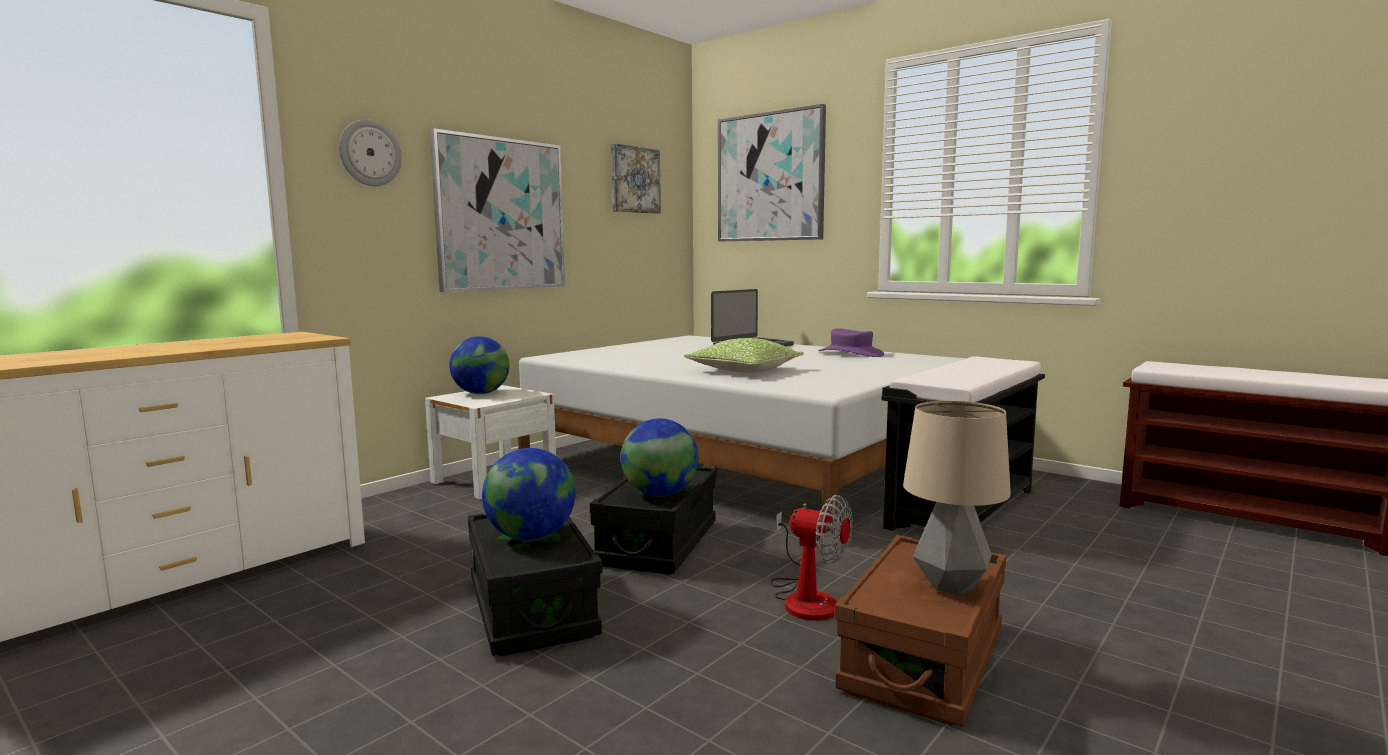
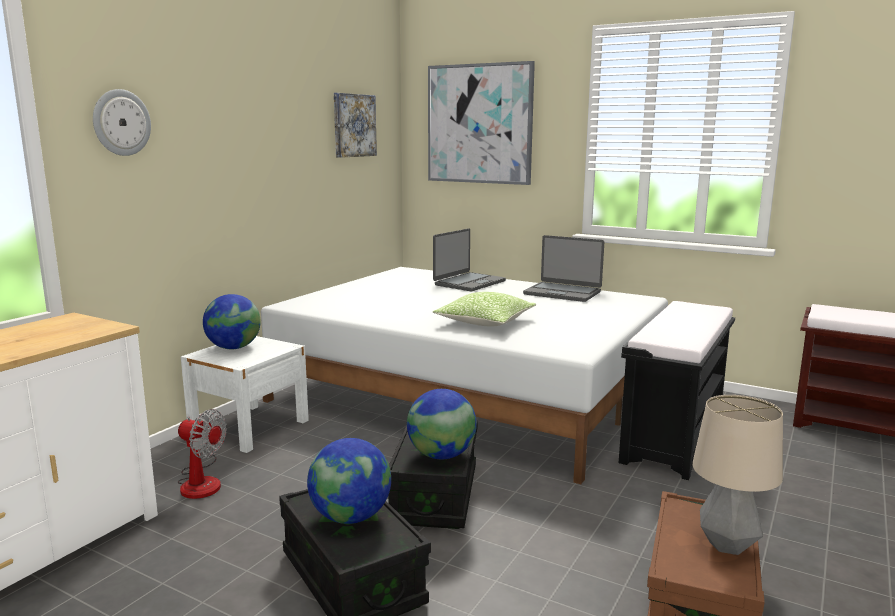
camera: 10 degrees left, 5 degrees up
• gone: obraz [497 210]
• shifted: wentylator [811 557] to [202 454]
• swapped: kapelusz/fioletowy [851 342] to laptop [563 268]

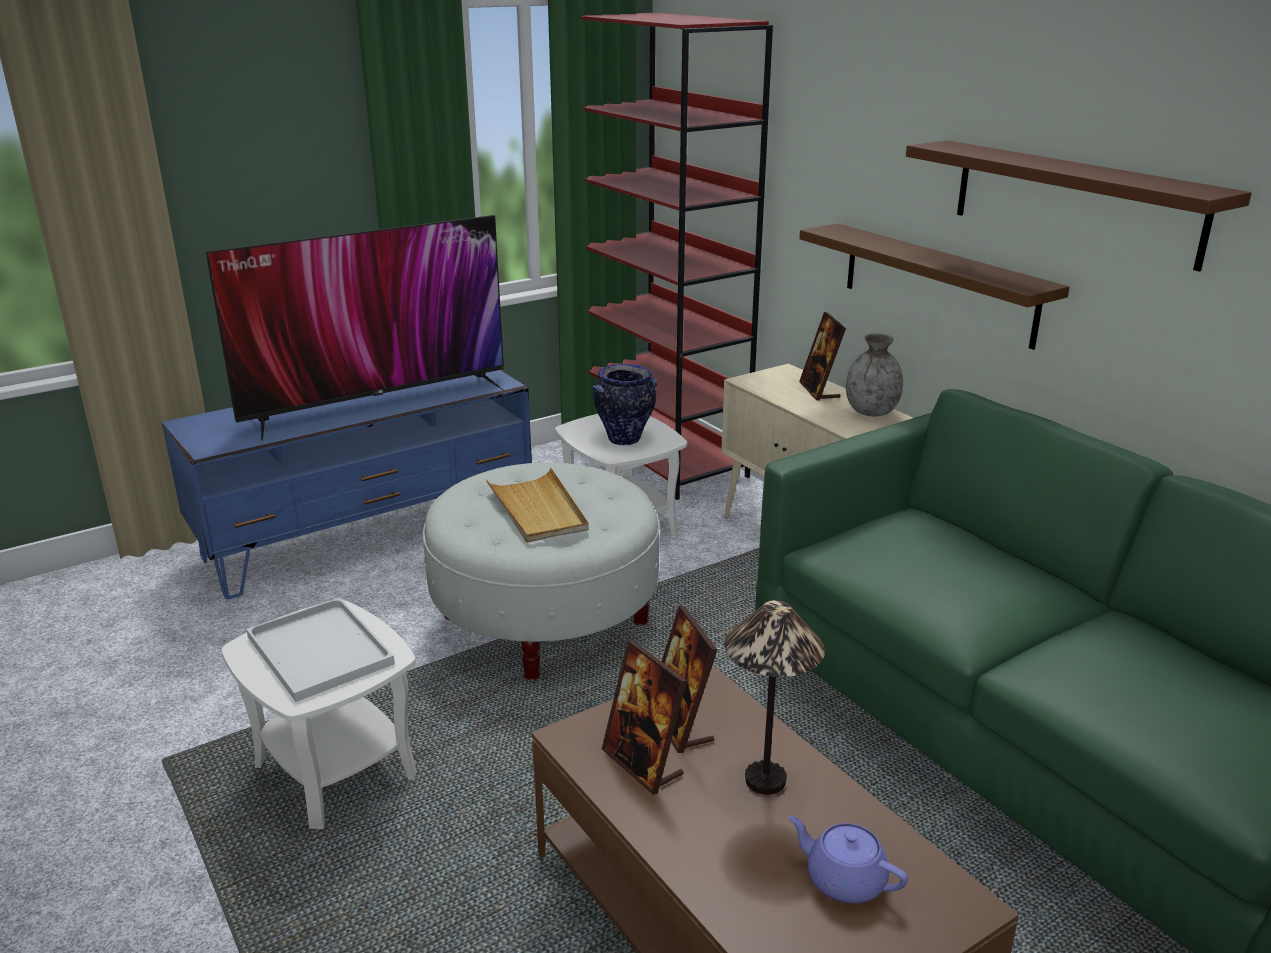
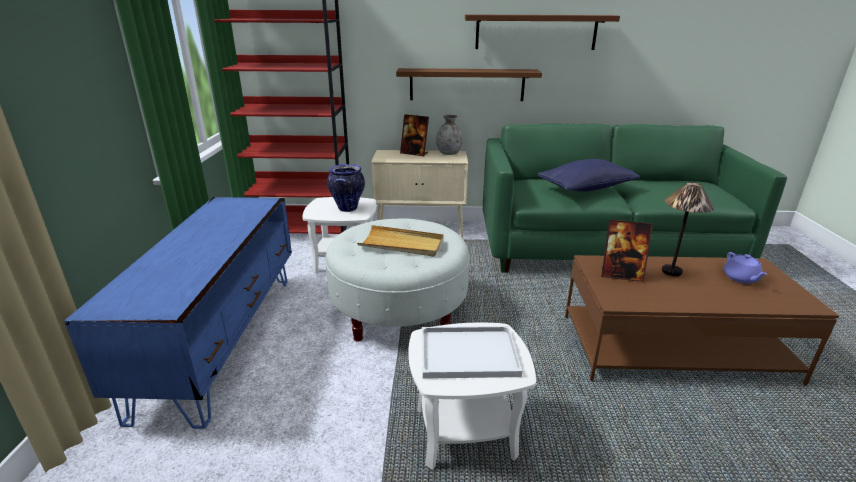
camera: 55 degrees left, 0 degrees up
• gone: telewizor [355 328]
• gone: ramka na zdjęcie [644 717]
• new: poduszka/niebieski [588 175]
• rotated: imbryk/fioletowy [848 859] = [745 268] 75 degrees counterclockwise

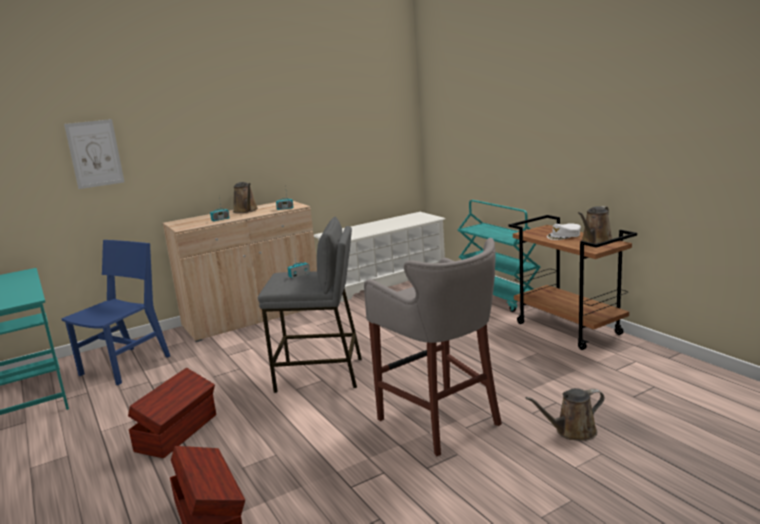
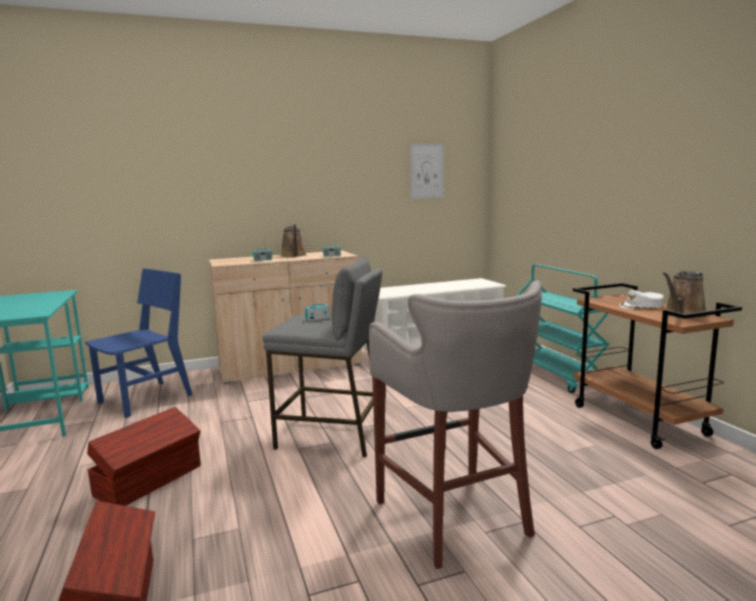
camera: 10 degrees right, 5 degrees down
• gone: konewka/brązowy [565 414]
• shifted: obraz [94 154] to [427 171]

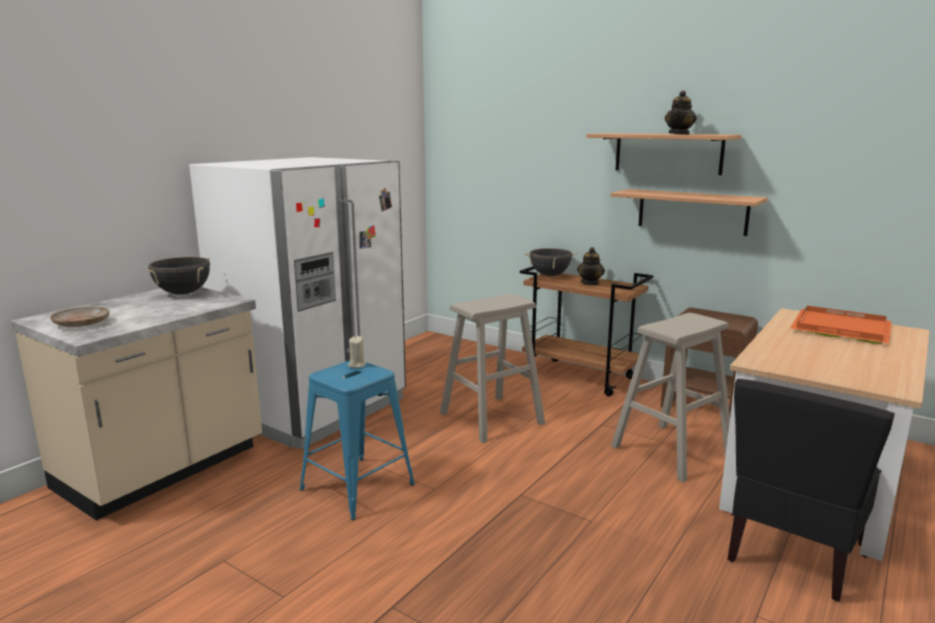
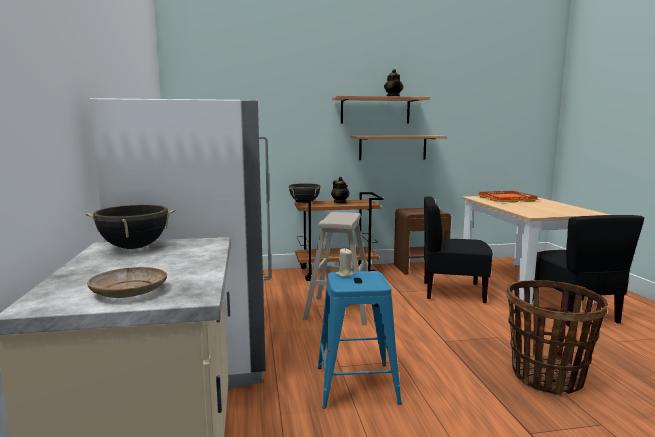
camera: 45 degrees left, 5 degrees down
• new: koszyk [557 338]
• swapped: stołek/beżowy [670 397] to krzesło/czarny [458 249]

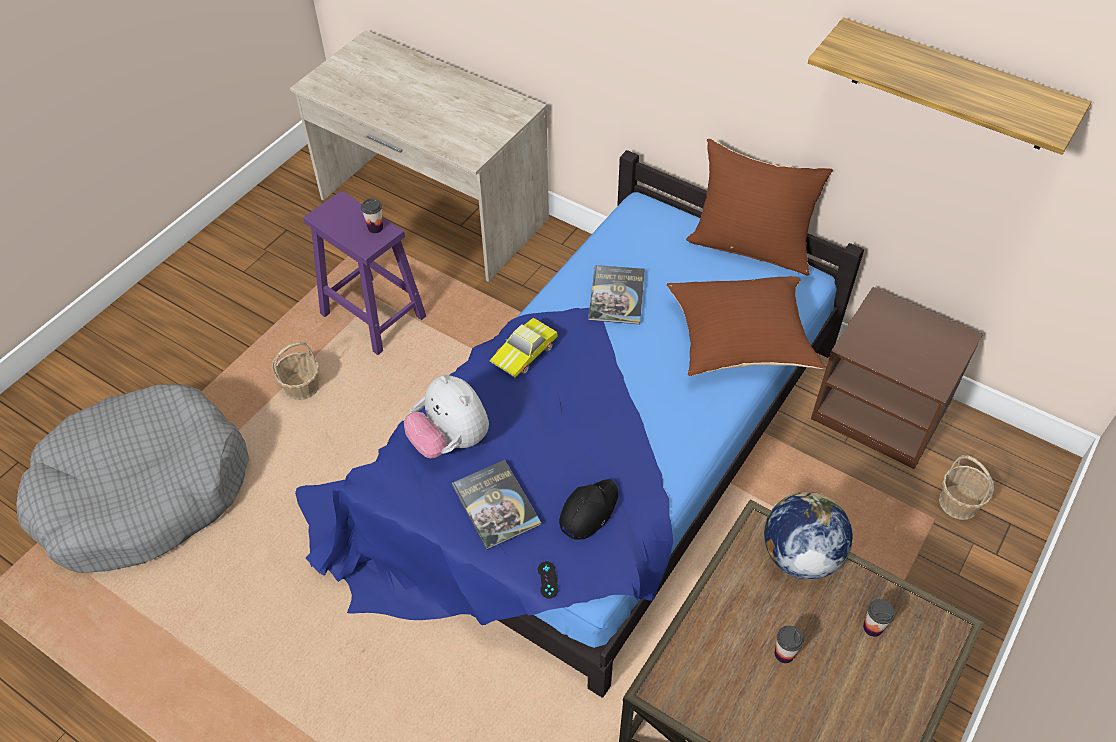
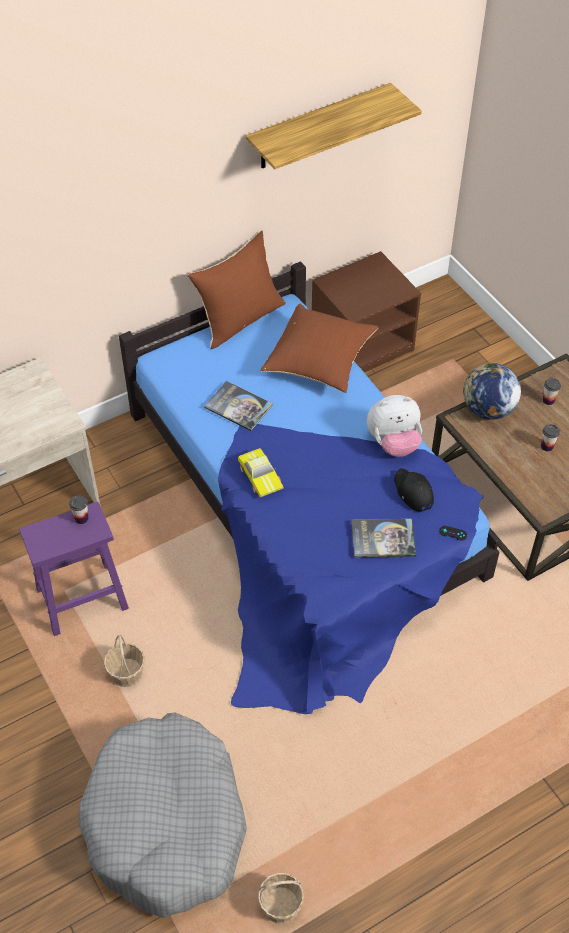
camera: 65 degrees left, 0 degrees up
• shifted: pluszak [446 416] to [394 426]
• shifted: koszyk [966 487] to [281 898]

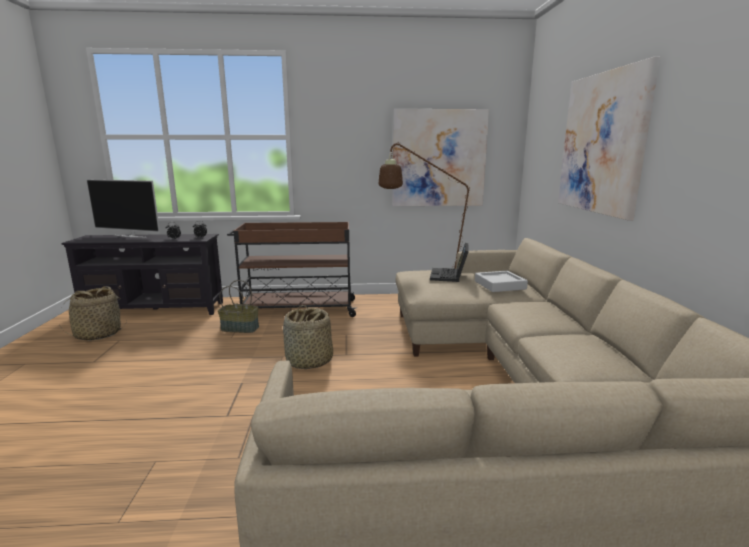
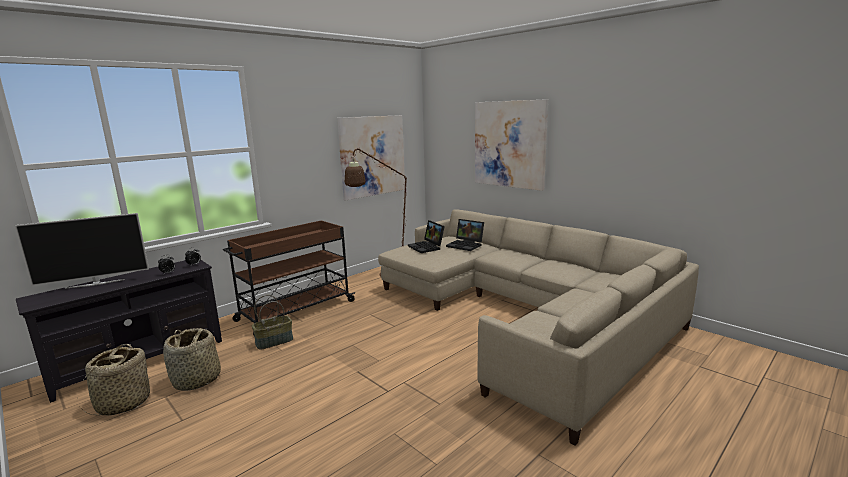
camera: 40 degrees left, 0 degrees up
• shifted: koszyk [308 337] to [192 359]
• swapped: taca/szary [501 281] to laptop [465 235]

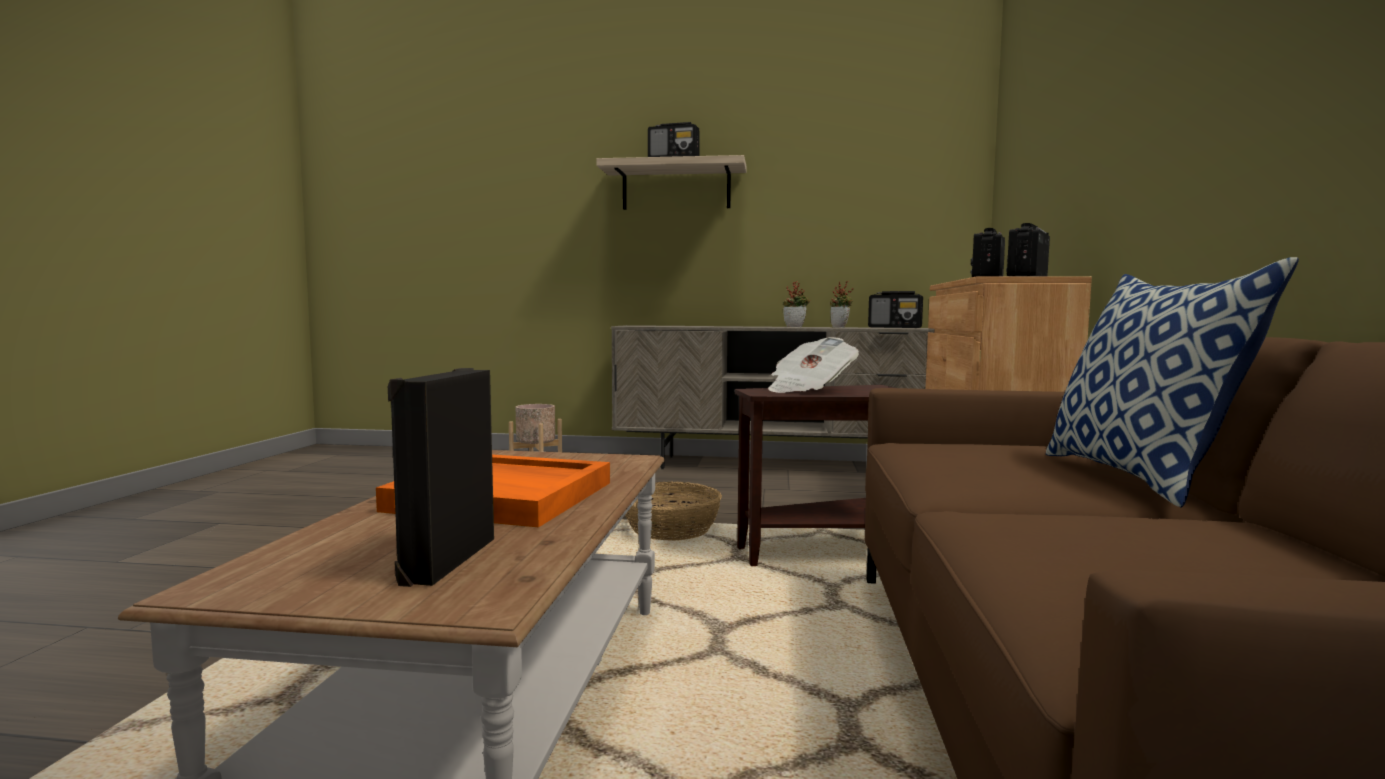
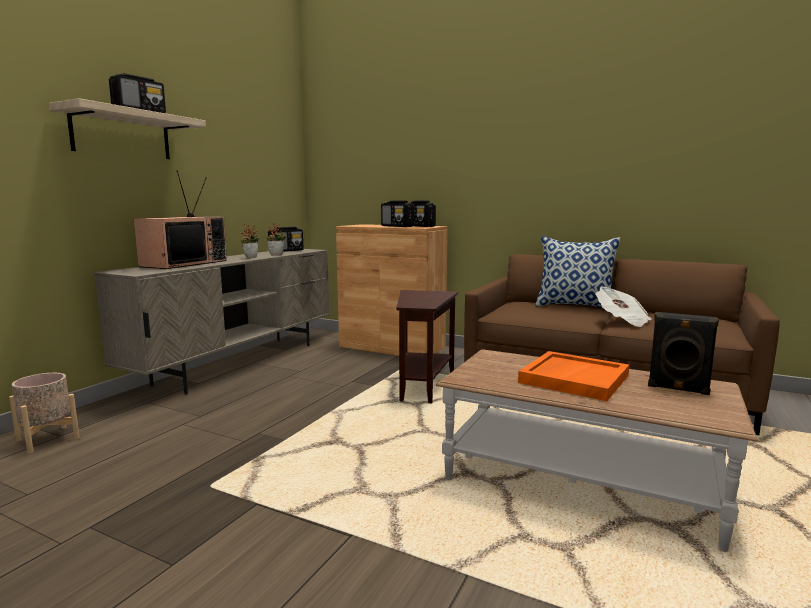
camera: 70 degrees left, 5 degrees up
• gone: koszyk [673 511]
• new: telewizor [180 219]
• shifted: gazeta [813 365] to [623 307]

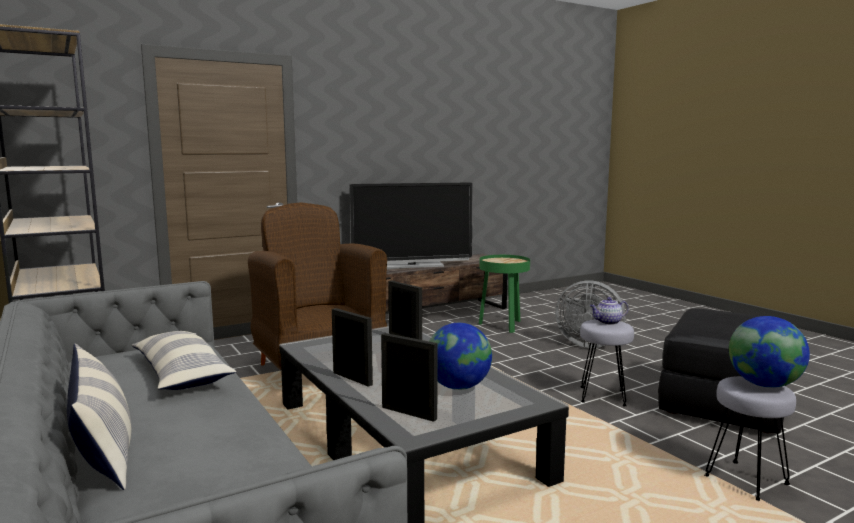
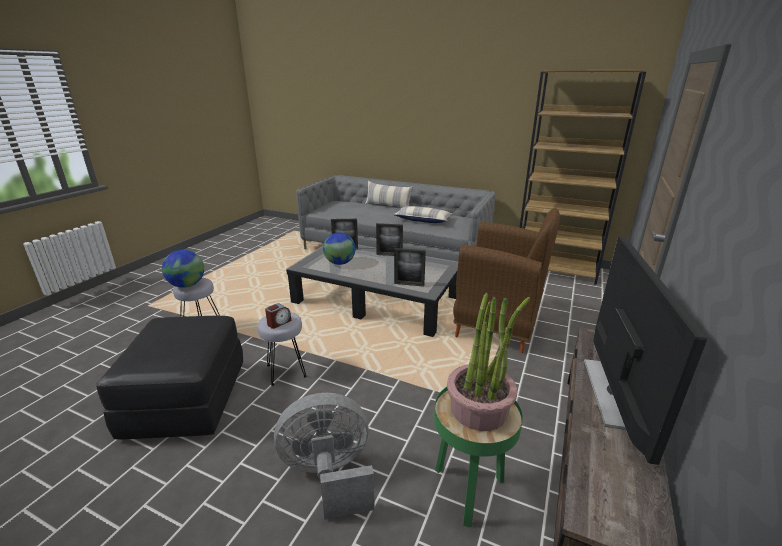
camera: 145 degrees right, 15 degrees up
• new: roślina doniczkowa [488 362]
• swapped: imbryk [609 311] to budzik [278 316]
• rotated: telewizor [411 225] = [645 351] 150 degrees clockwise

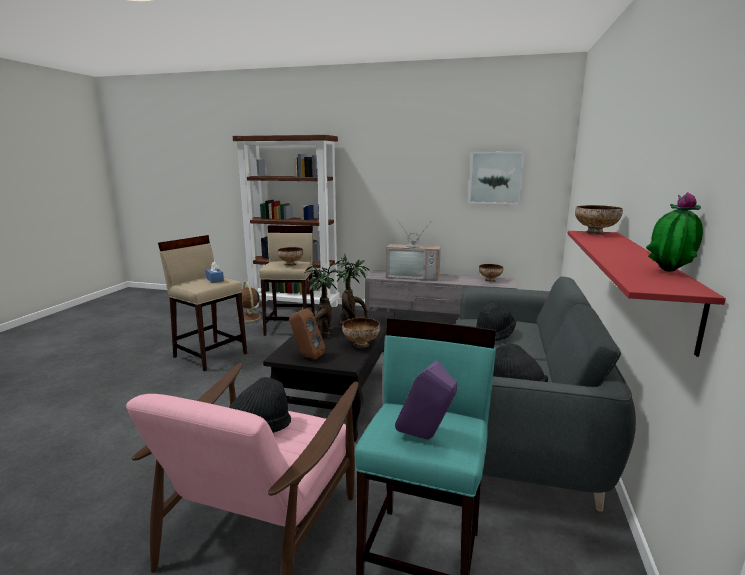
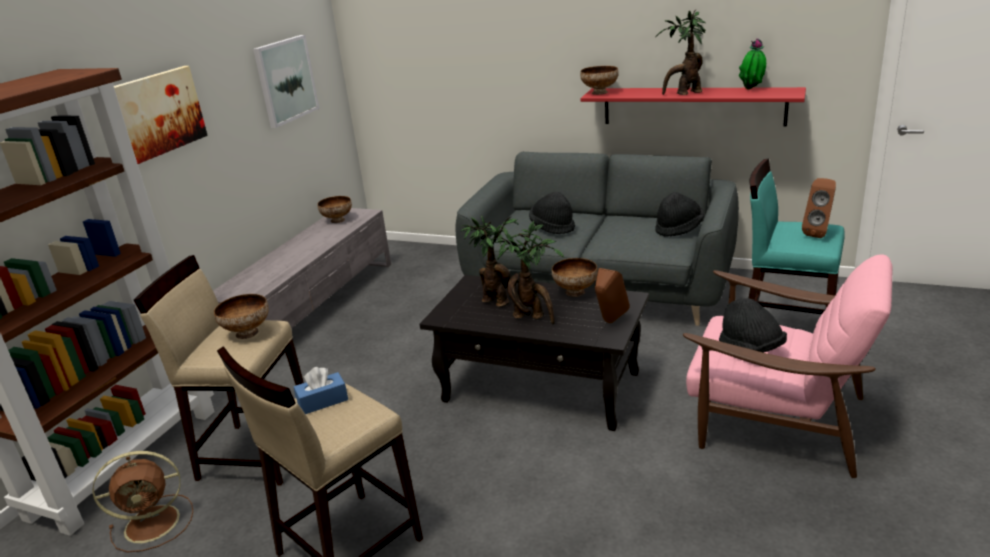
camera: 80 degrees left, 10 degrees up
• gone: telewizor [413 251]
• new: obraz [161 115]
• new: roślina doniczkowa [681 52]
• repainted: głośnik/fioletowy [426 400] to głośnik/brązowy [819 208]

